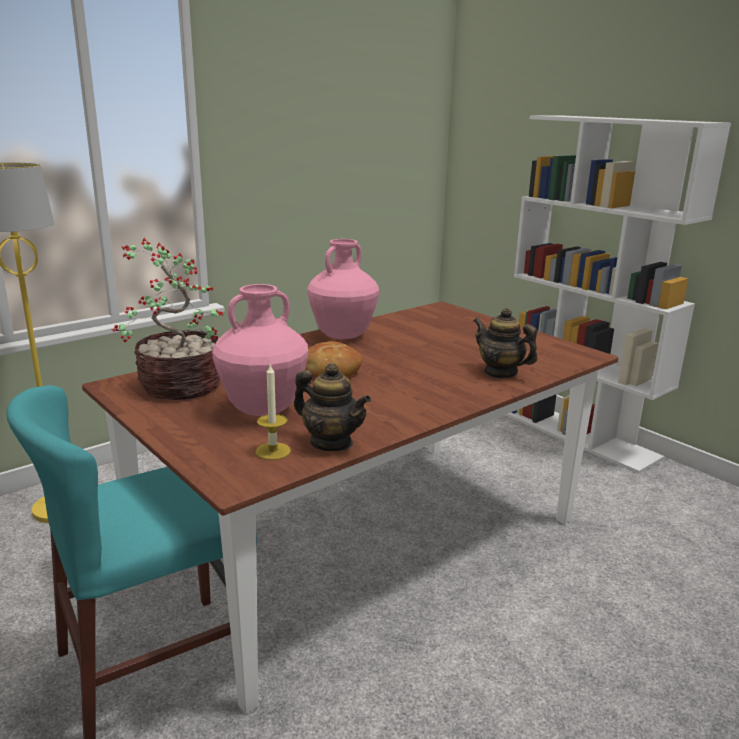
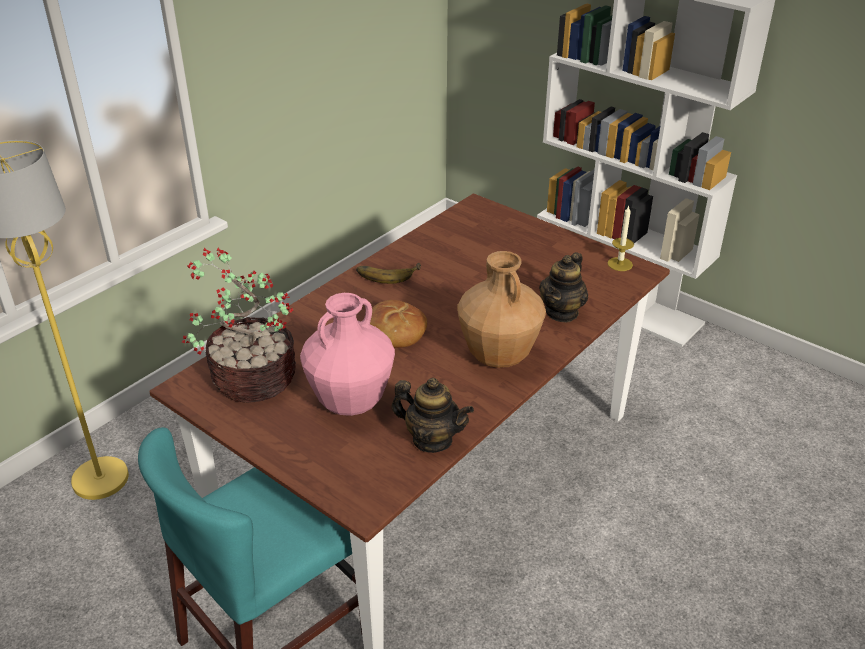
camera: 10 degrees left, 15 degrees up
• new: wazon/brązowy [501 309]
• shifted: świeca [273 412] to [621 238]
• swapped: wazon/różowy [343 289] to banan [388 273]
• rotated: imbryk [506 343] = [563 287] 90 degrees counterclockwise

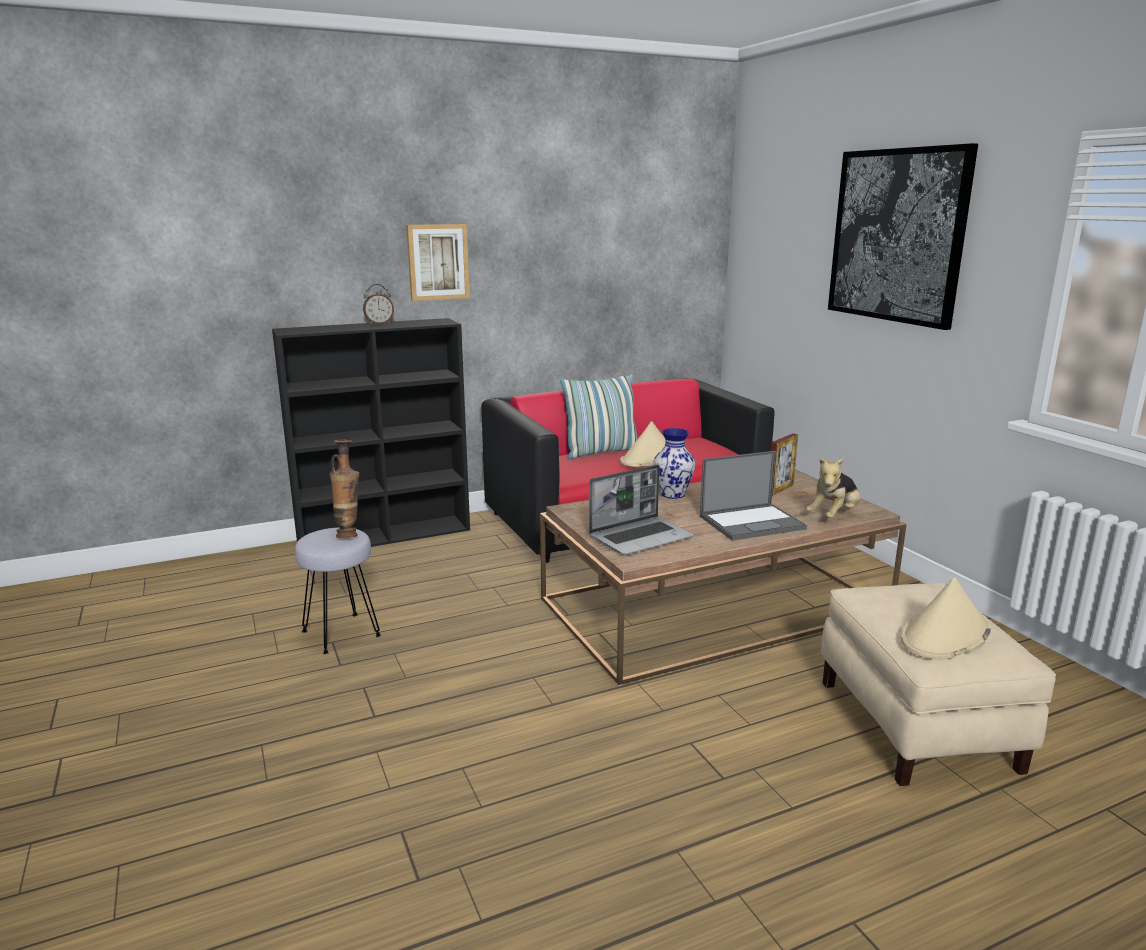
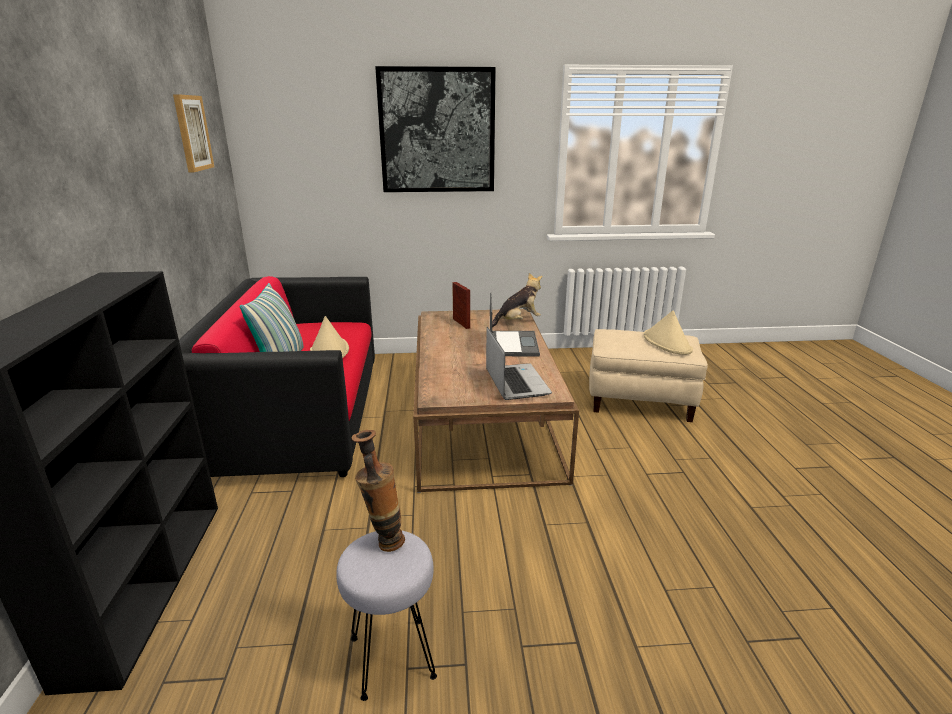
camera: 70 degrees left, 5 degrees up
• gone: budzik [378 304]
• gone: wazon [674 463]
• shifted: obraz [438 262] to [193 133]
• rotated: pluszak [833 488] = [517 300] 90 degrees counterclockwise

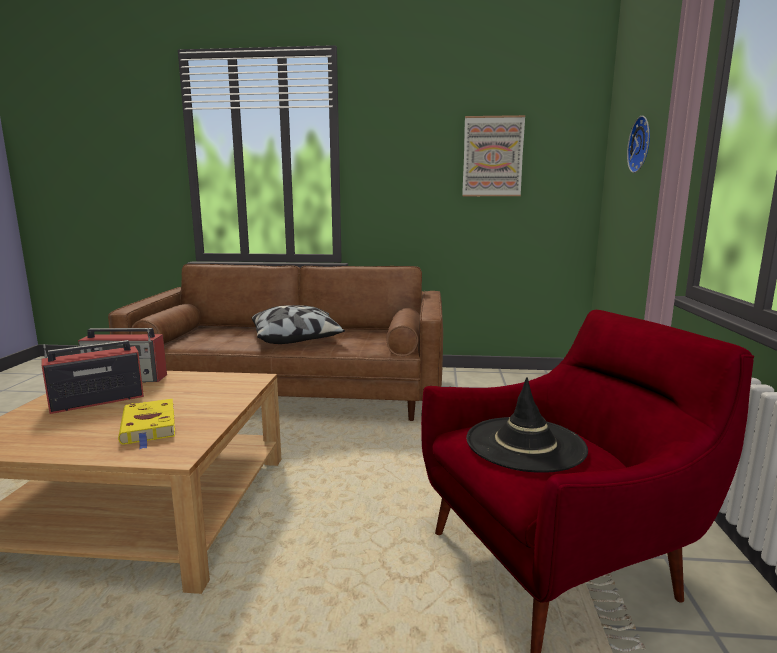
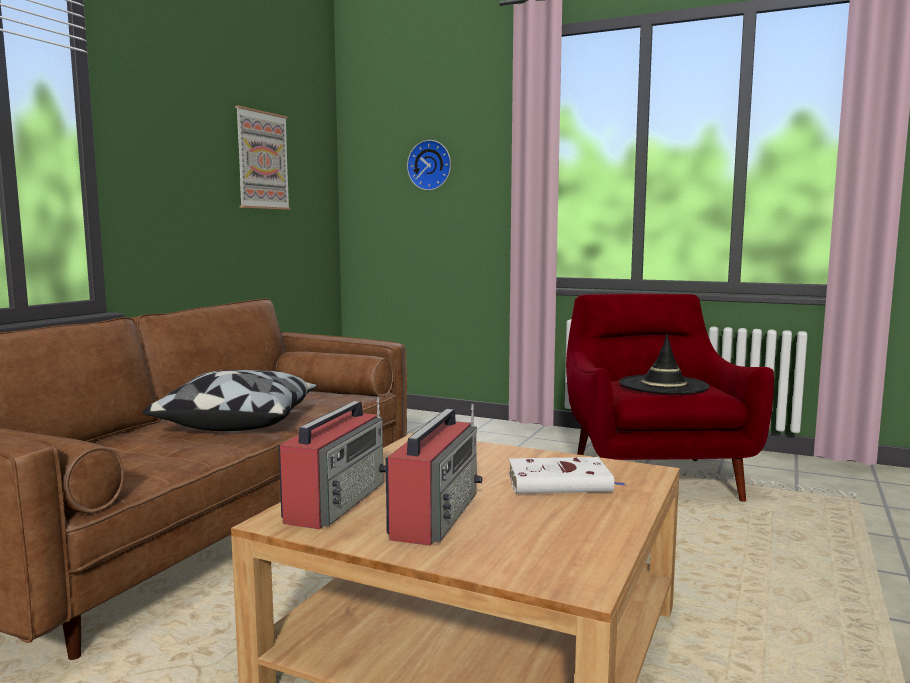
camera: 70 degrees left, 5 degrees down
• repainted: książka/żółty [146 424] to książka/biały [567 475]
• rotated: radio [92 377] = [434 475] 150 degrees counterclockwise

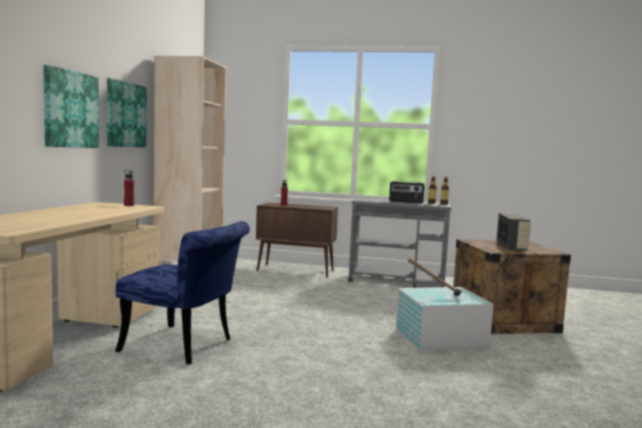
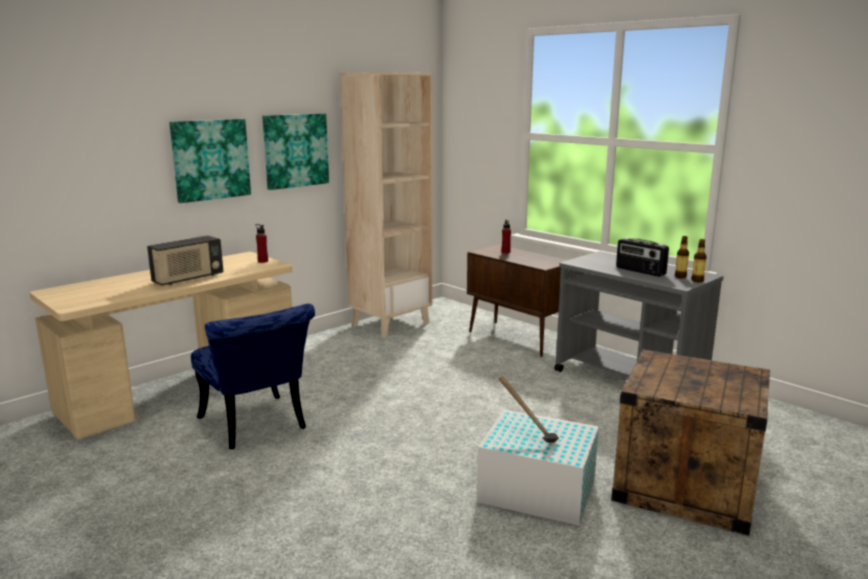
camera: 35 degrees right, 10 degrees up
• shifted: radio [514 232] to [185 260]

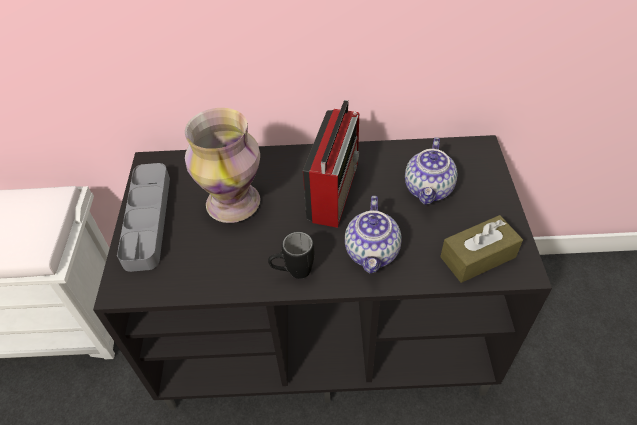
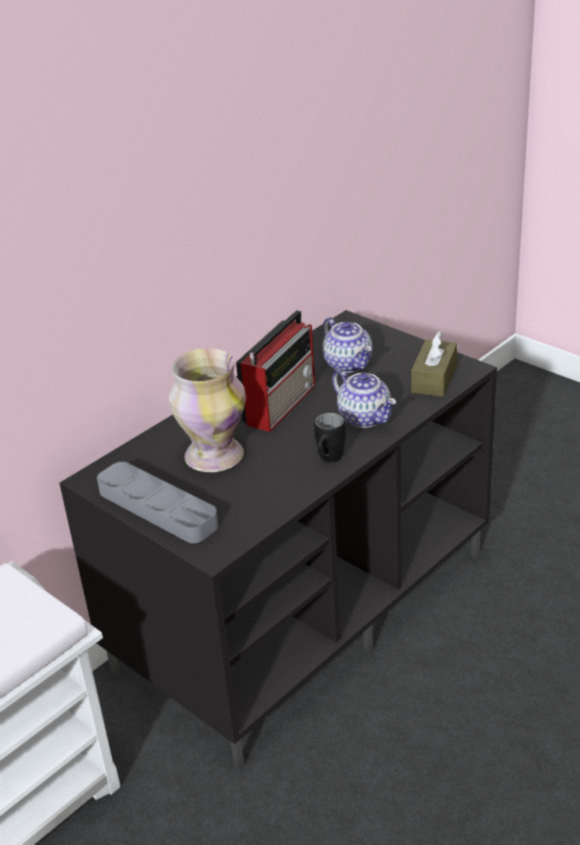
camera: 45 degrees left, 15 degrees down
• rotated: radio [331 164] = [275 371] 60 degrees clockwise

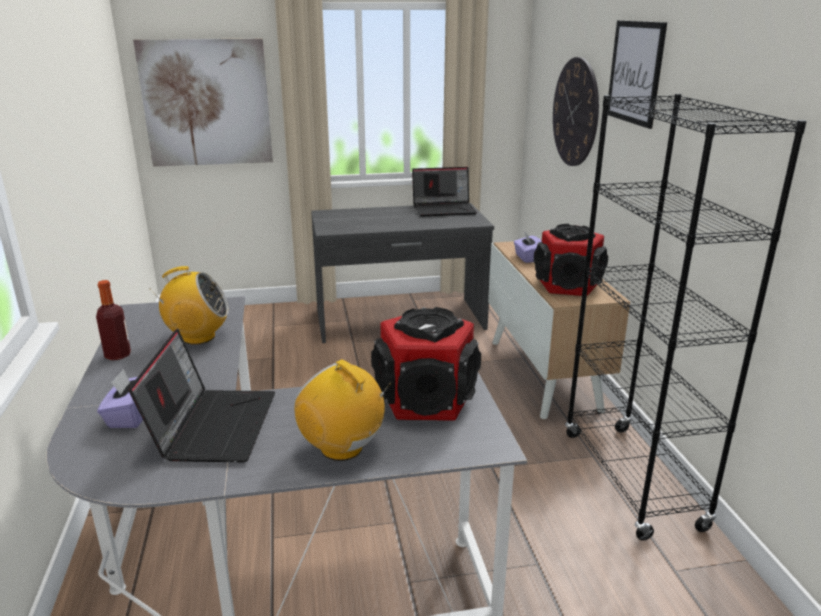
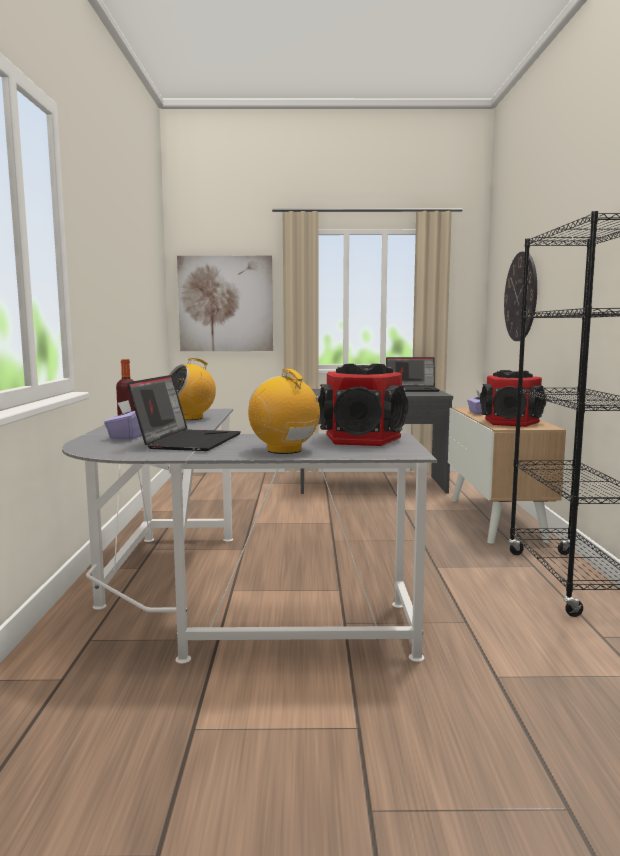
camera: 10 degrees right, 15 degrees down
• gone: obraz [637 75]
• rotated: radio [189 305] = [192 389] 135 degrees clockwise

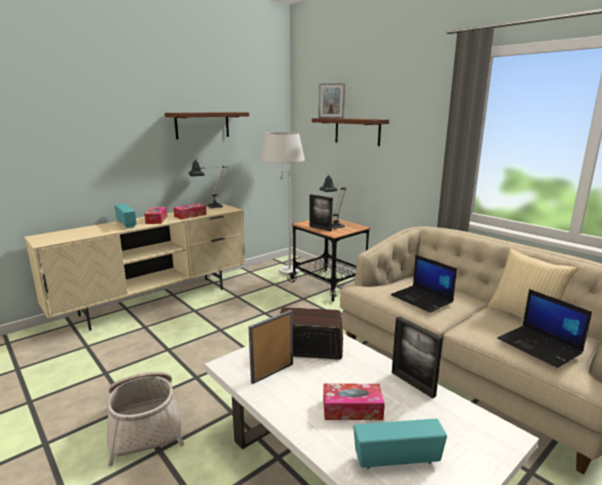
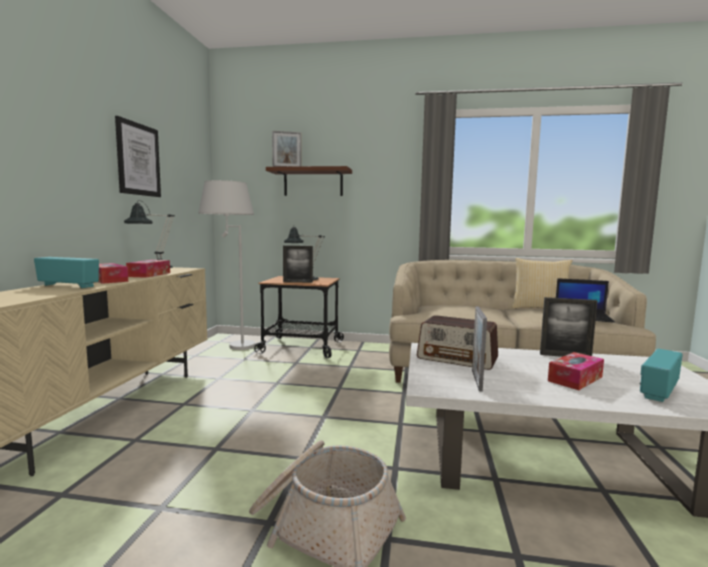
camera: 40 degrees left, 10 degrees down
• gone: laptop [424 284]
• swapped: półka/brązowy [207 125] to obraz [138 156]
• rotated: radio [311 333] = [457 342] 120 degrees counterclockwise

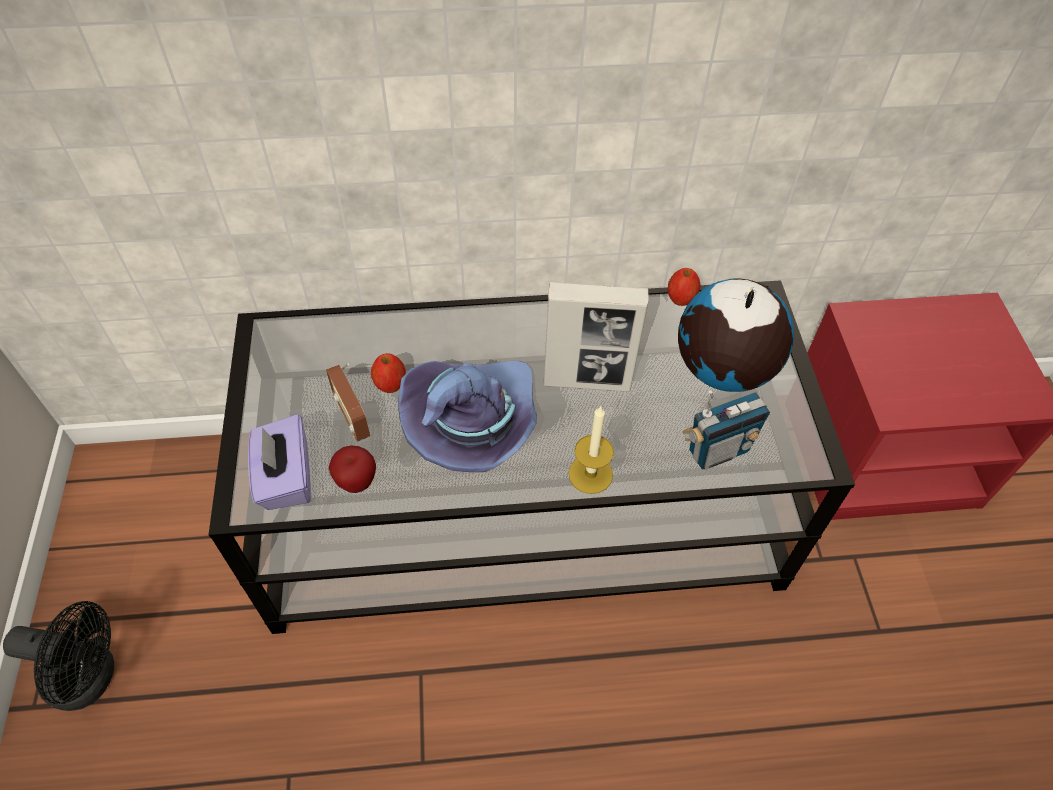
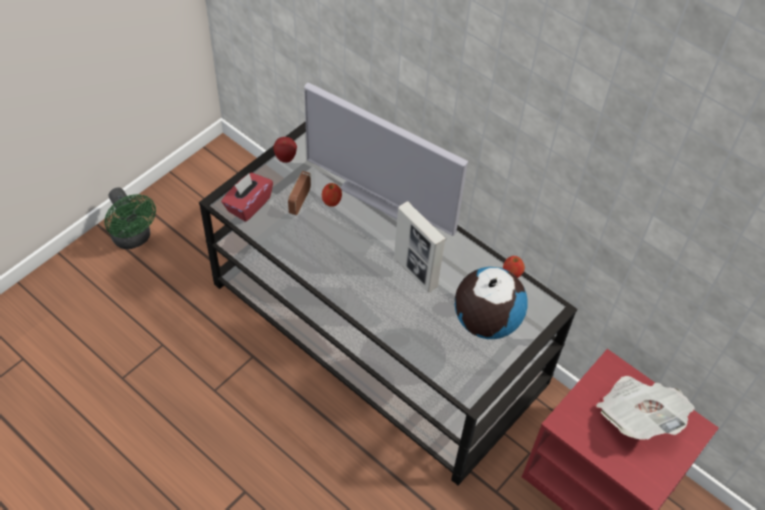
camera: 45 degrees right, 0 degrees up
• gone: kapelusz/fioletowy [467 416]
• gone: świeca [591 450]
• gone: radio [726 429]
• new: telewizor [386 159]
• new: gazeta [645 408]
• shifted: jabłko [352 469] to [285 150]
• repainted: wentylator/czarny [58 656] to wentylator/zielony [130 218]
• repainted: pudełko chusteczek/fioletowy [279 462] to pudełko chusteczek/czerwony [247 197]

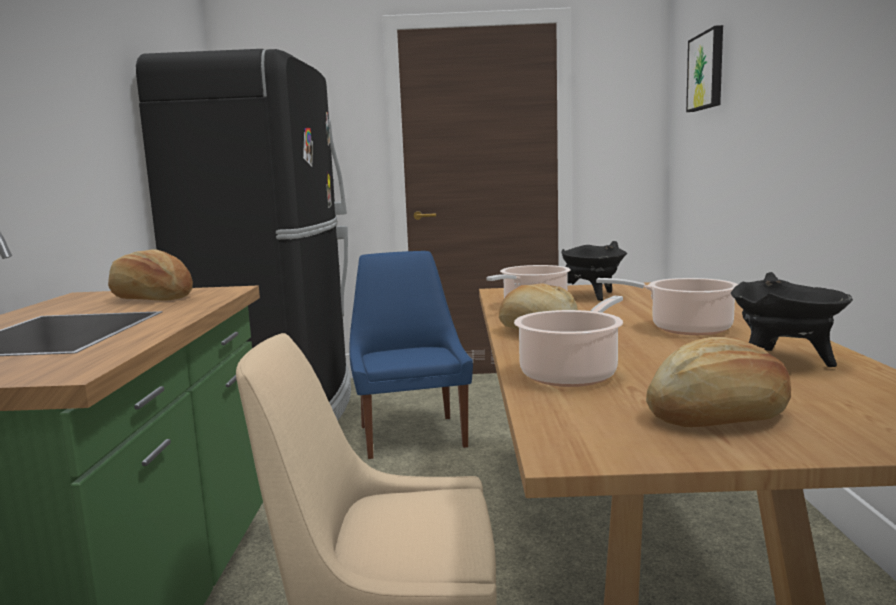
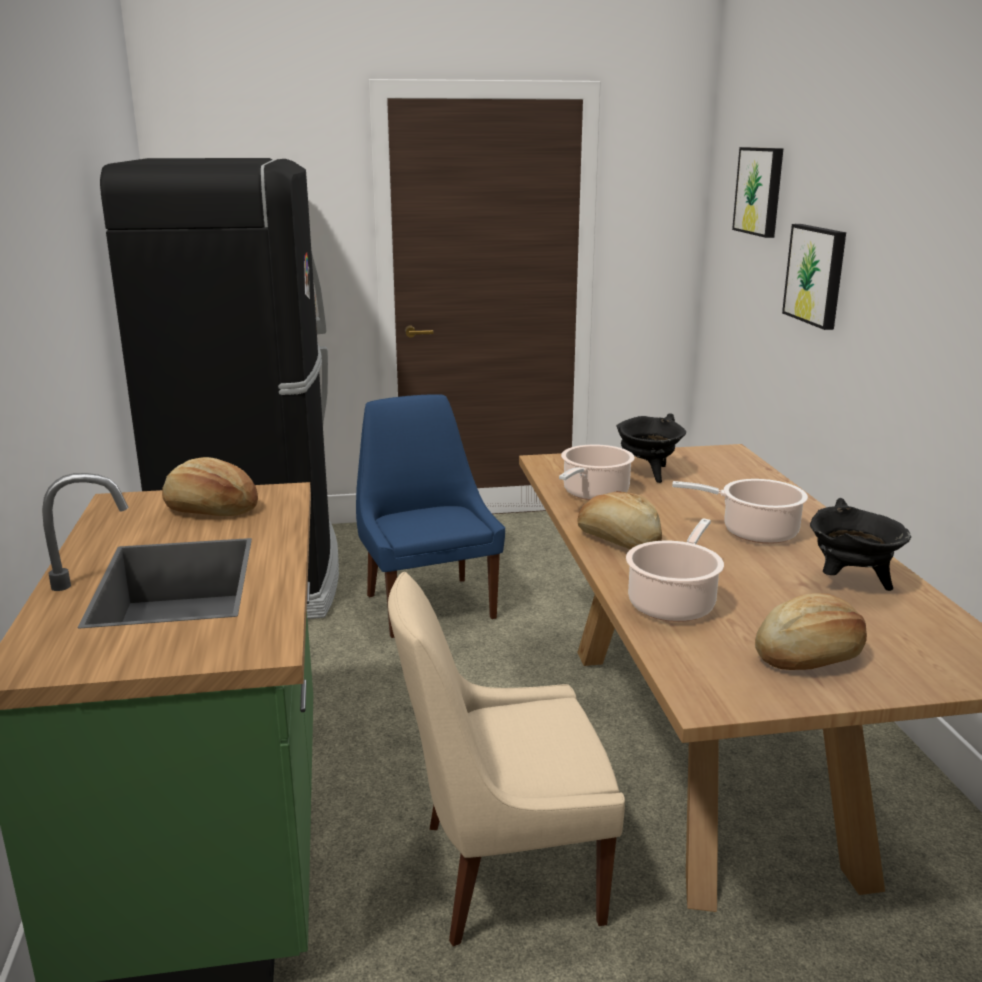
camera: 10 degrees left, 10 degrees up
• new: obraz [814 277]

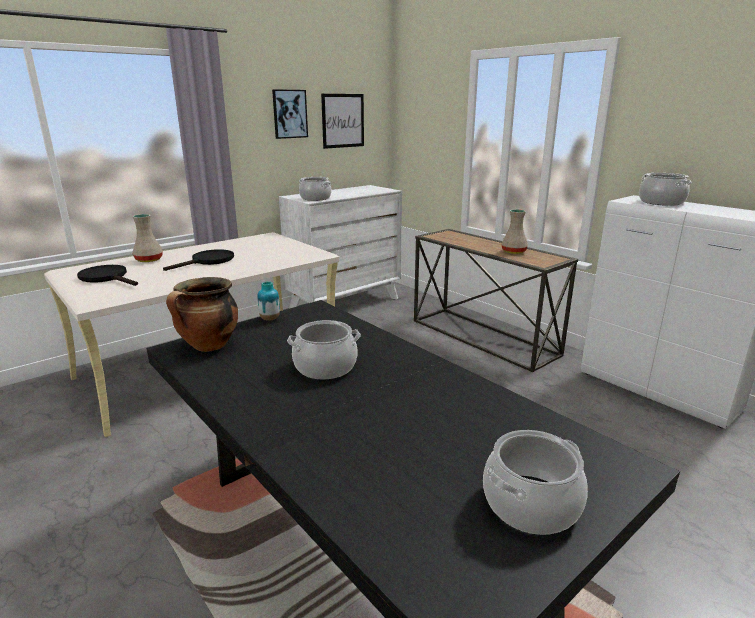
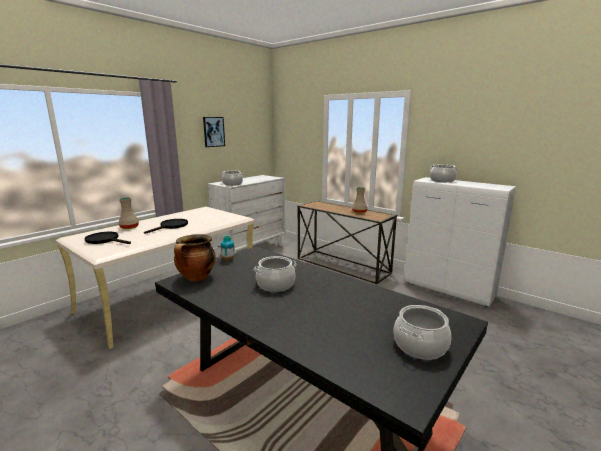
camera: 10 degrees left, 5 degrees down
• gone: obraz [342 121]

